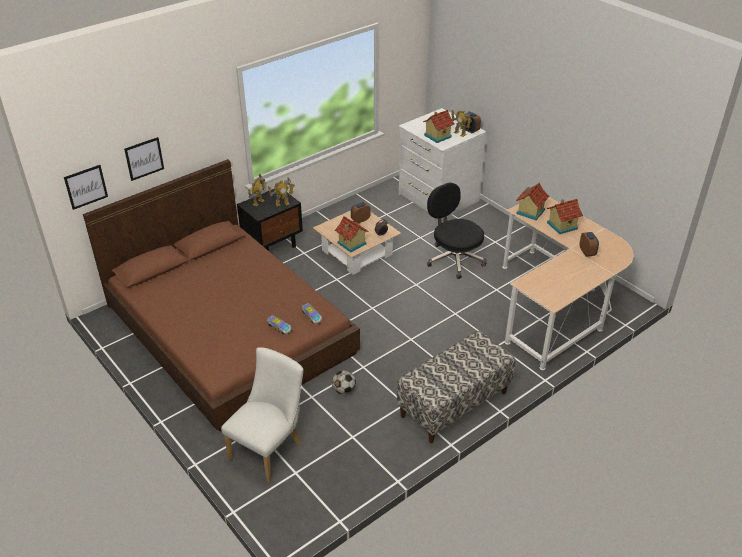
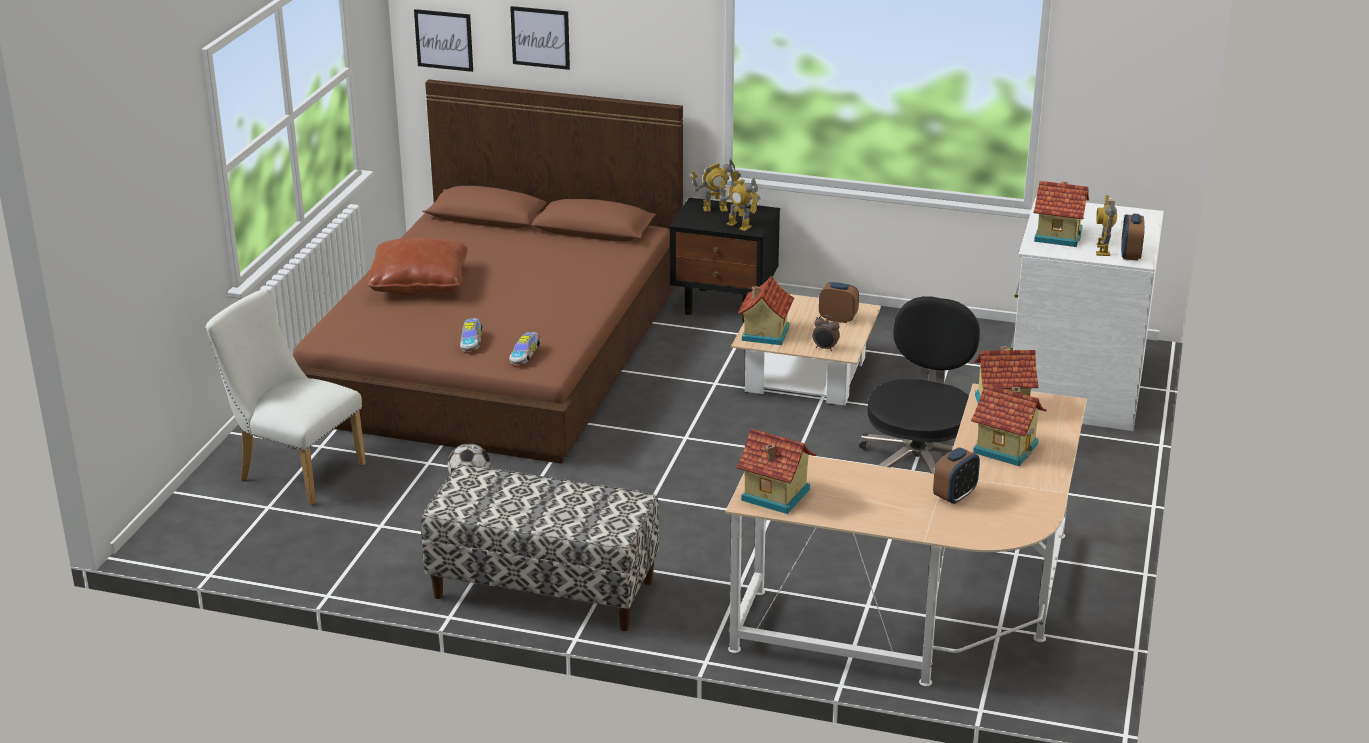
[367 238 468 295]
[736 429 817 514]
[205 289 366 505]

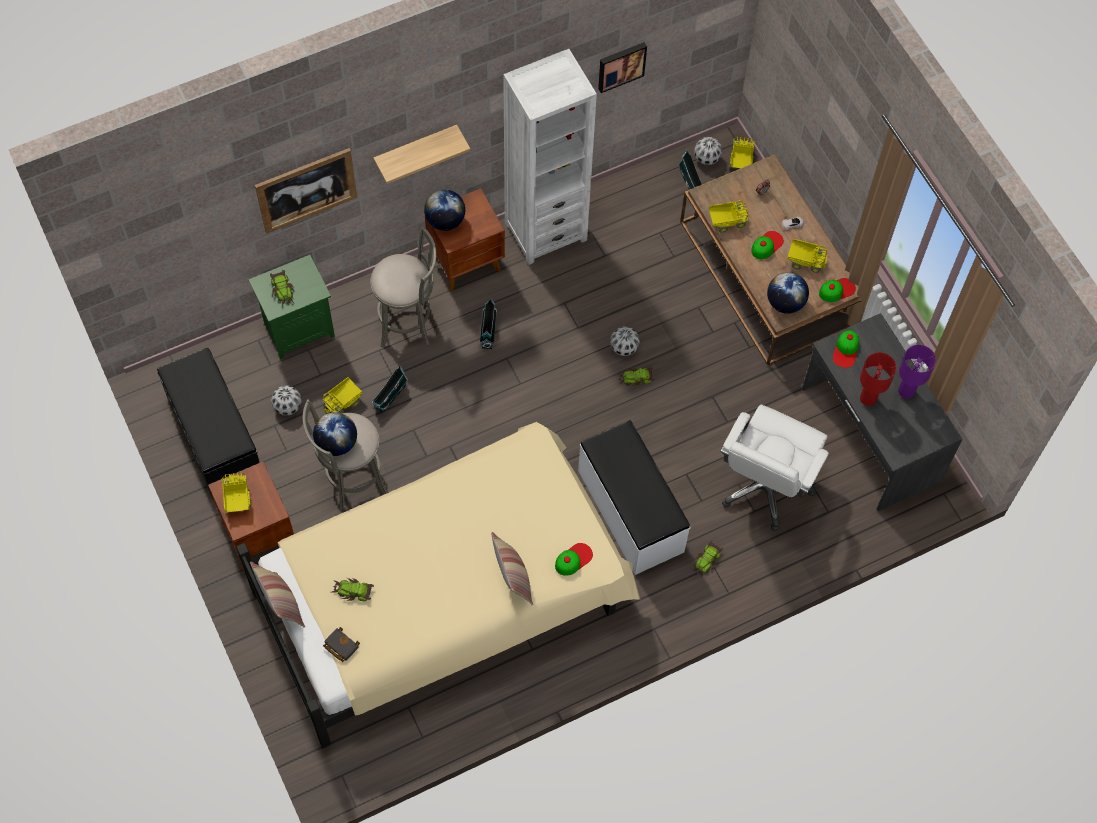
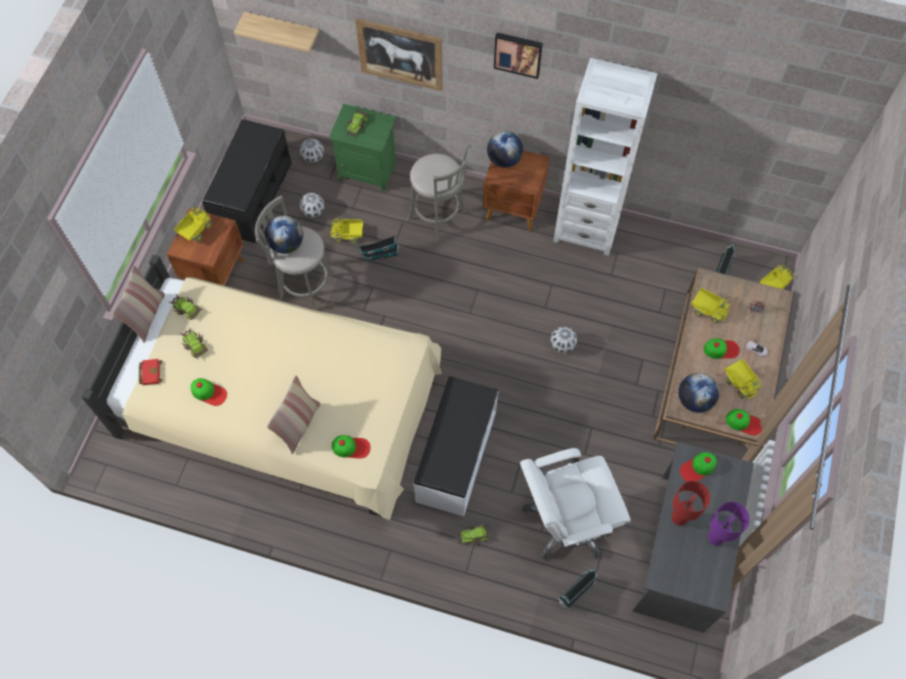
[191 378 227 406]
[234 12 319 52]
[558 570 597 609]
[494 32 543 79]
[169 294 202 320]
[300 138 324 163]
[139 359 162 385]

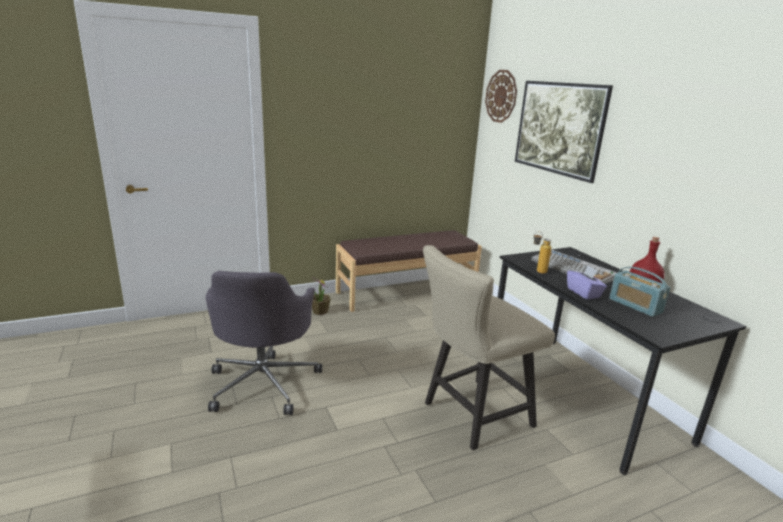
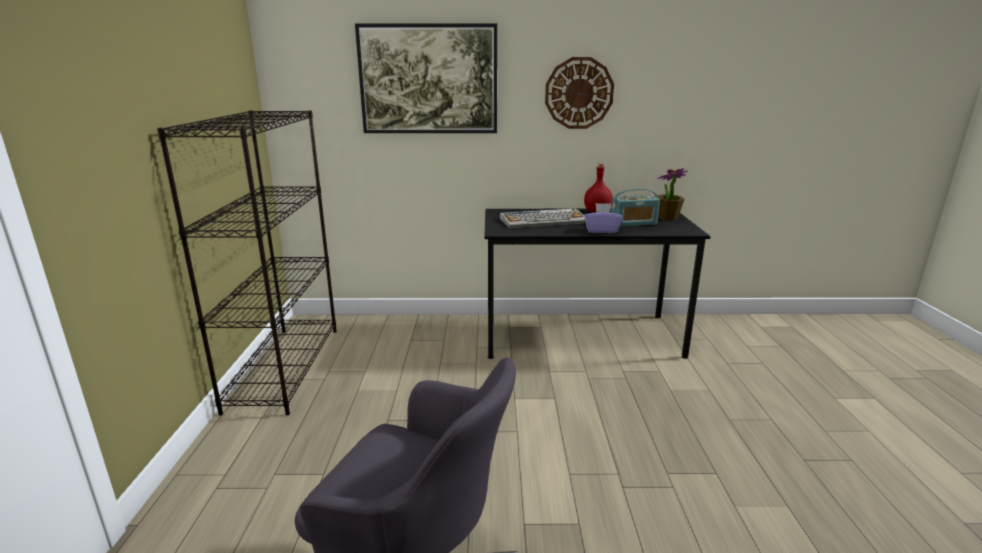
[423 245 555 450] (first image)
[533 232 551 274] (first image)
[657 168 688 220]
[545 57 614 129]
[157 110 337 415]

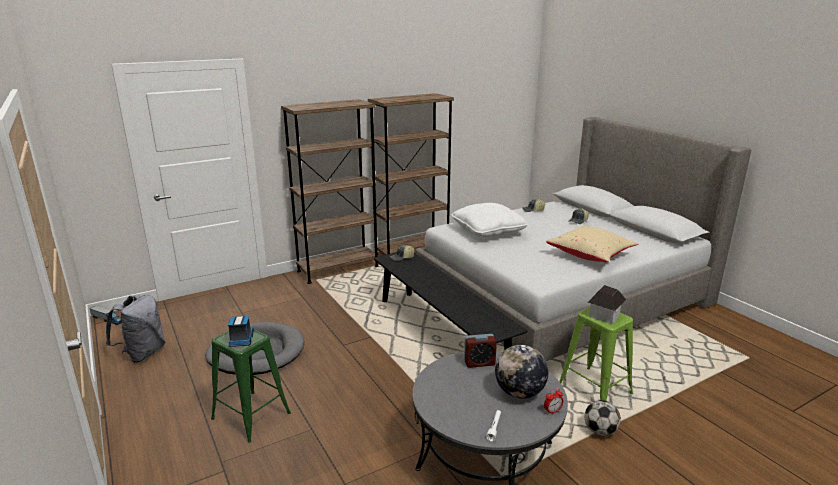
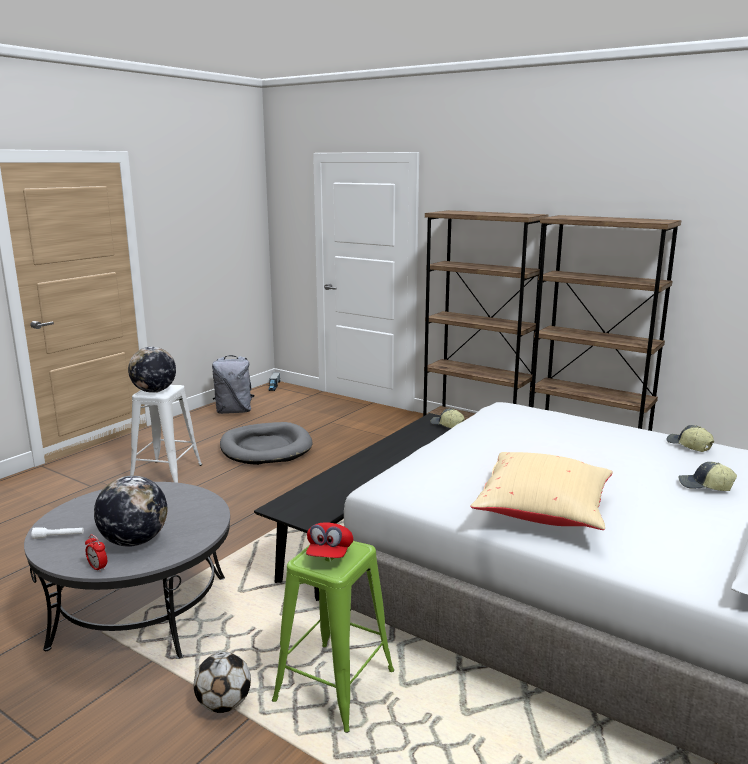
[451 203 528 237] (first image)
[464 334 497 368] (first image)
[128 347 176 393]
[306 522 353 558]
[130 385 202 483]

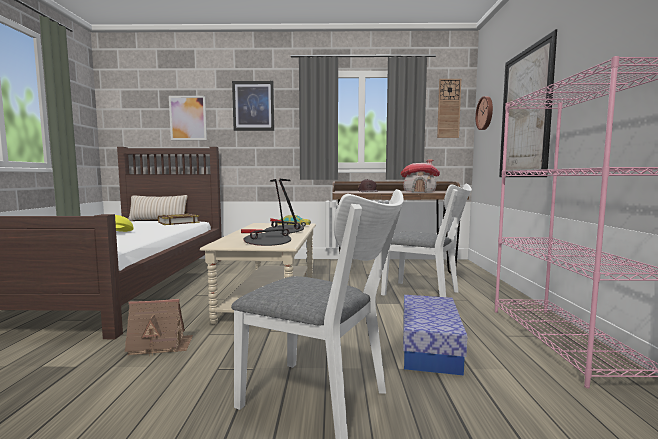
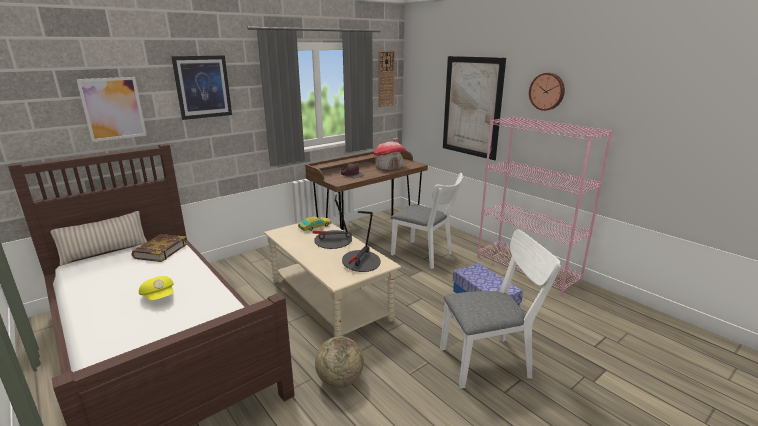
[529 73 565 111]
[315 336 364 388]
[391 173 463 269]

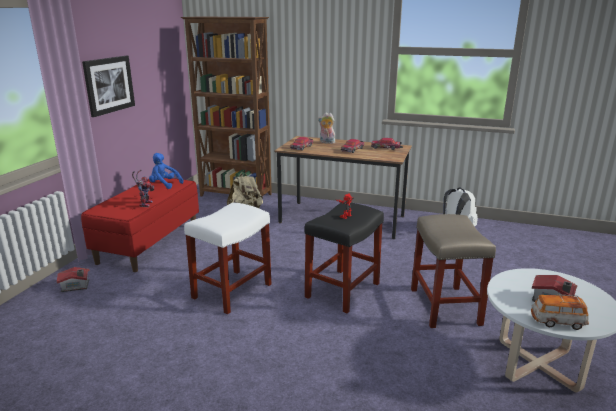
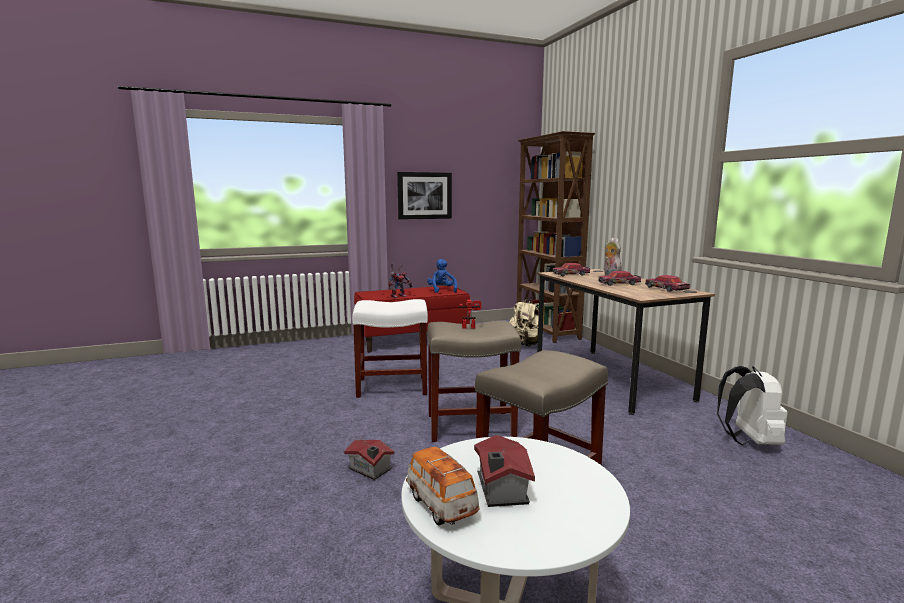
[344 440 395 480]
[427 320 521 442]

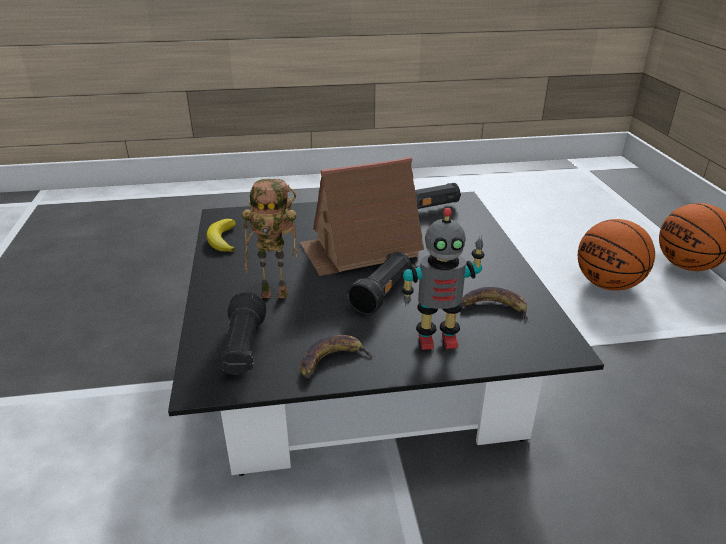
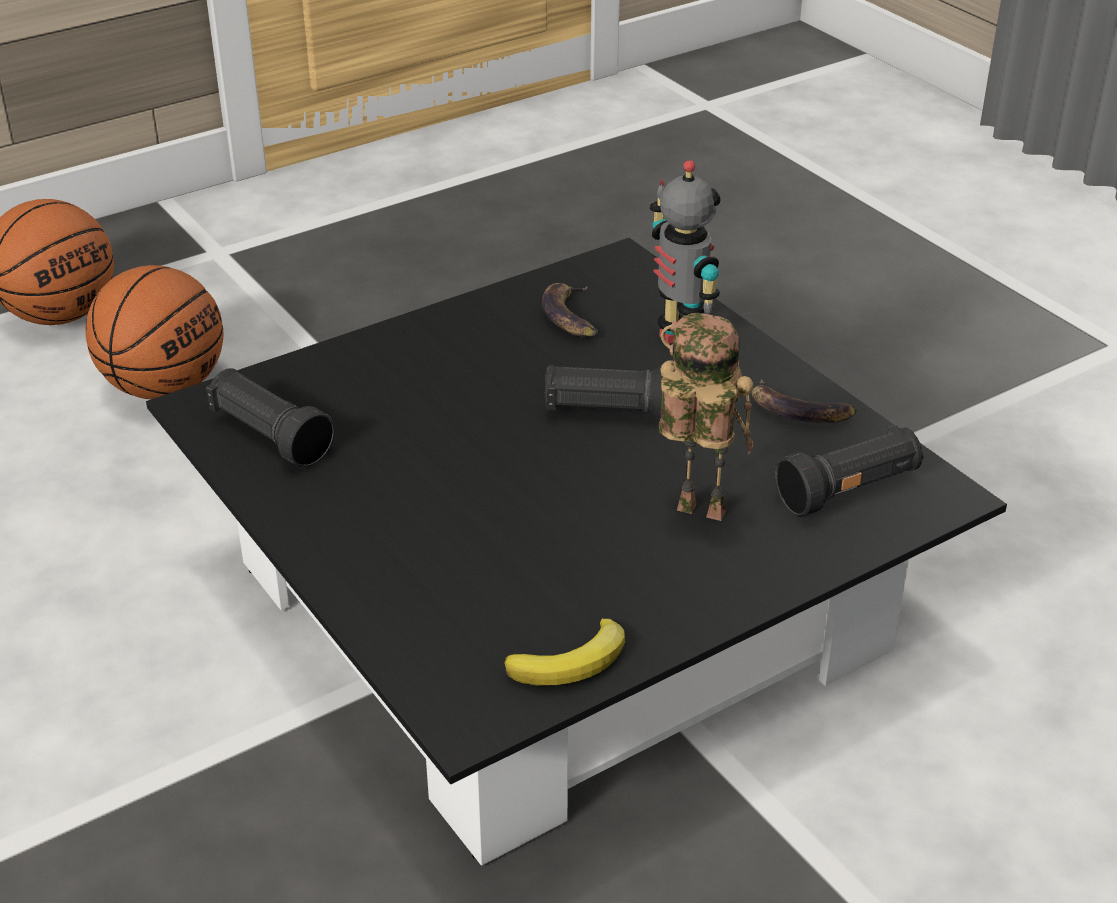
[300 157 424 276] (first image)
[659 313 754 521]

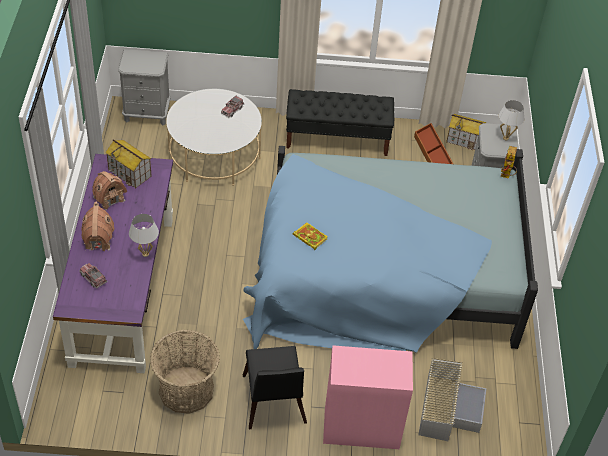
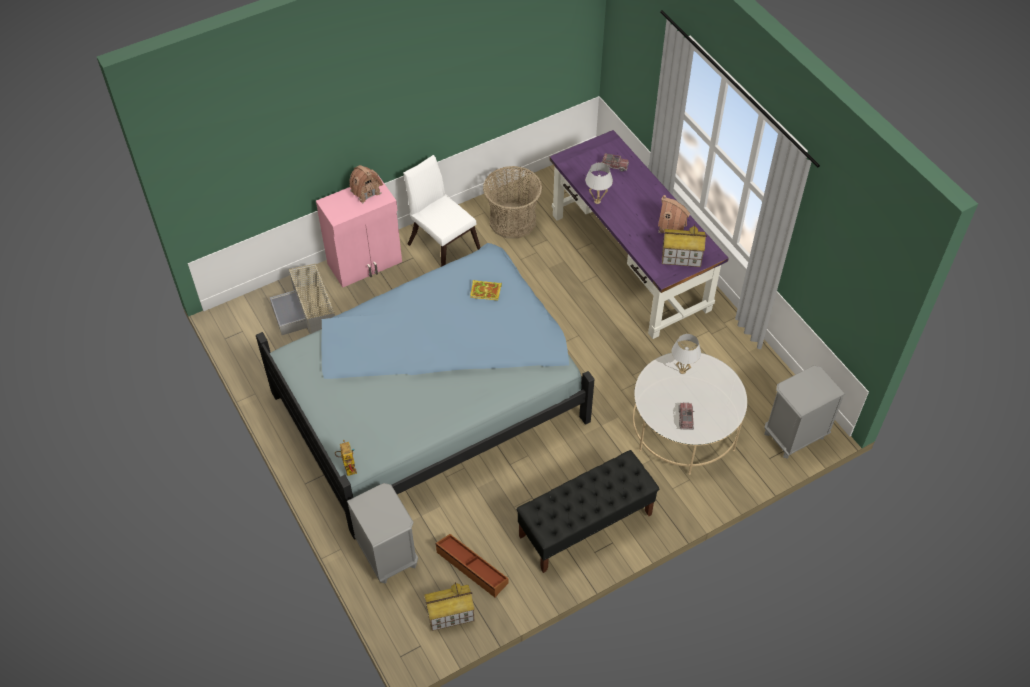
[349 165 383 204]
[672 334 701 374]
[403 155 481 267]

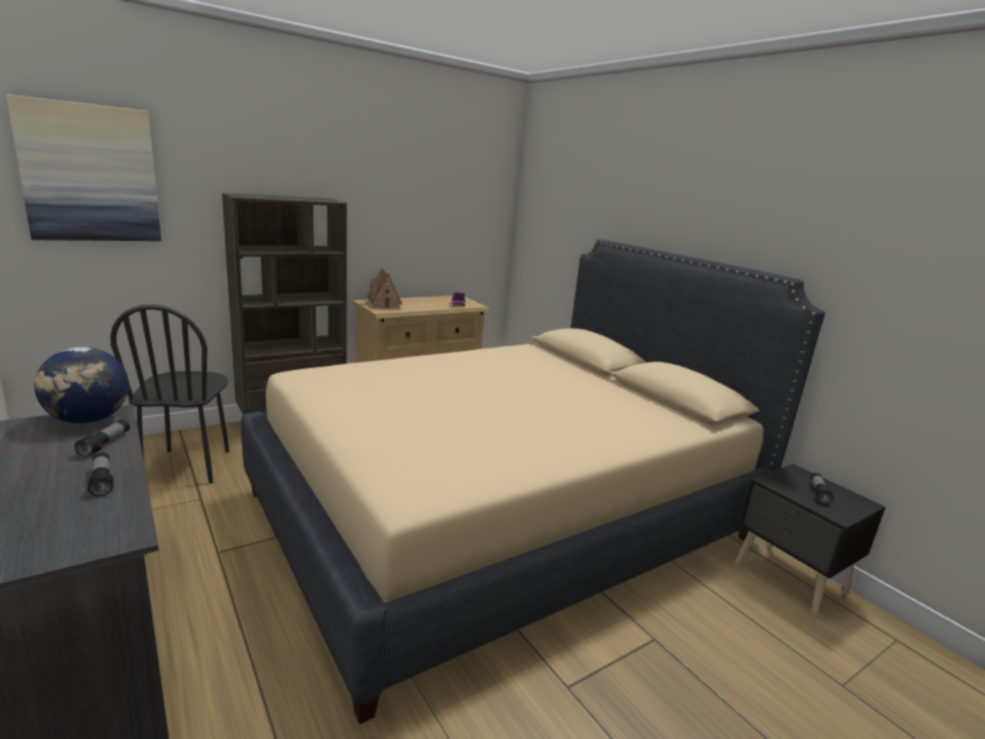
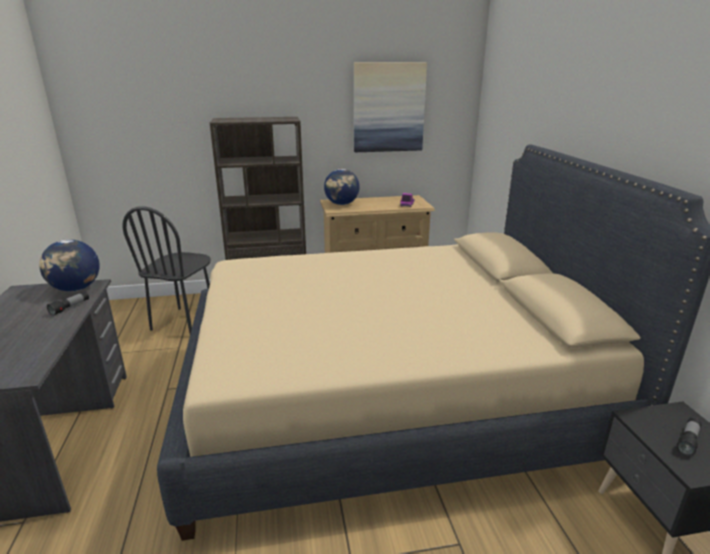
[88 452 114 497] (first image)
[354 62 427 152]
[324 169 360 205]

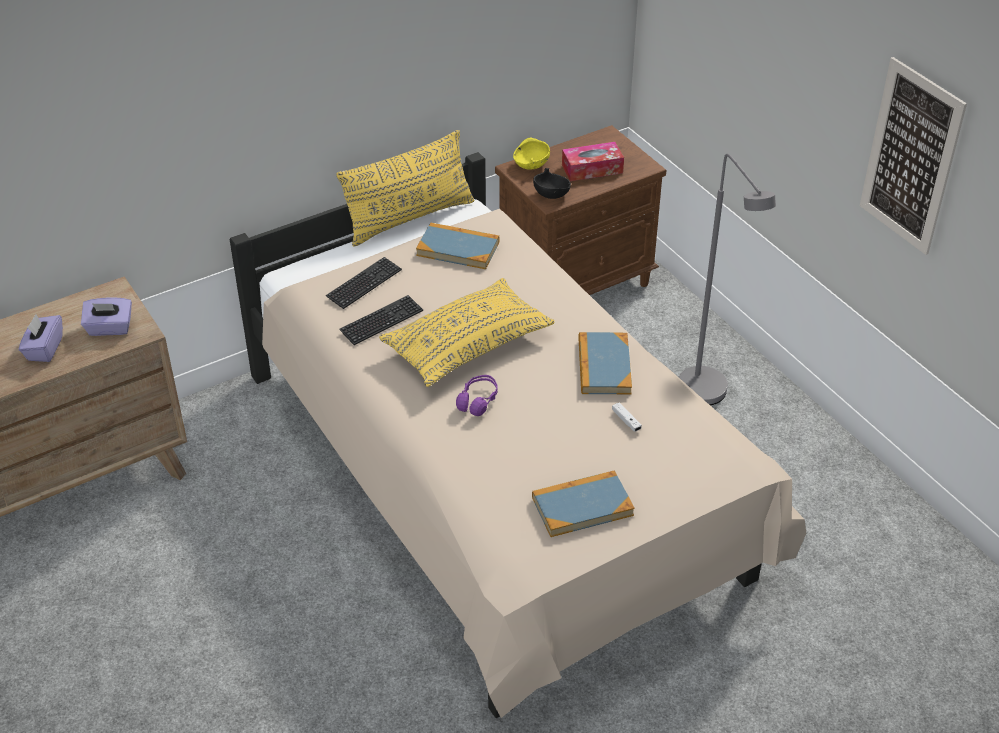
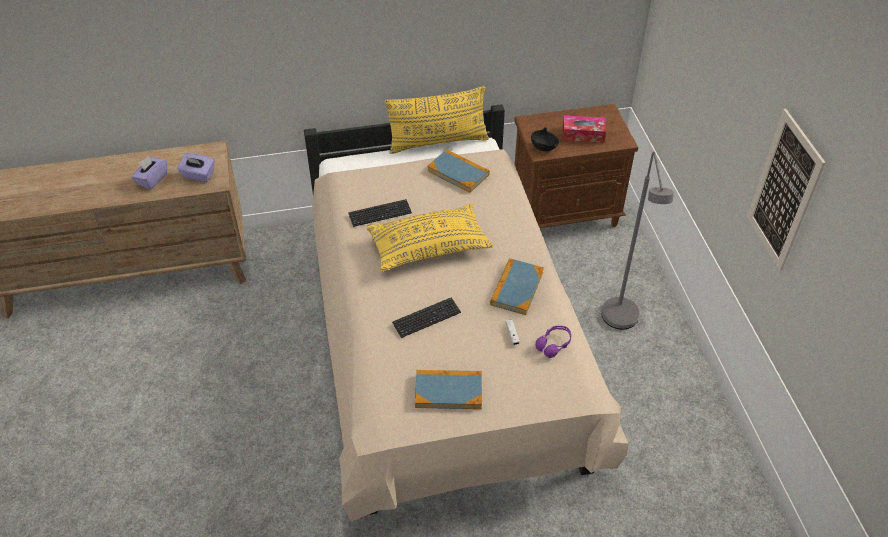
[513 138 550 170] (first image)
[392 297 461 338]
[535 326 571 358]

